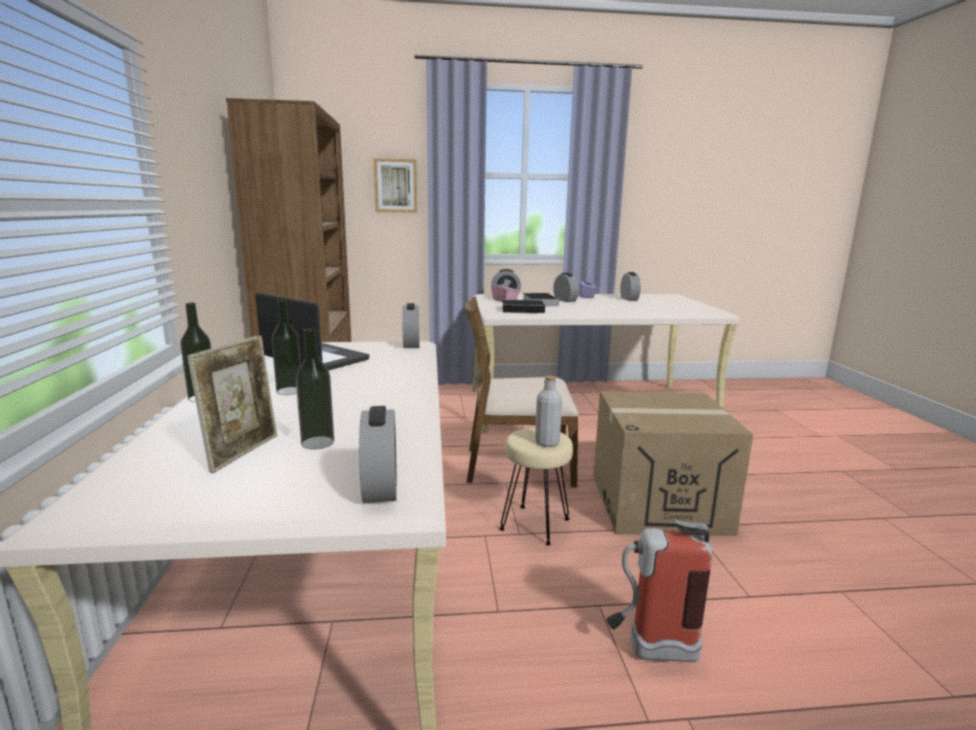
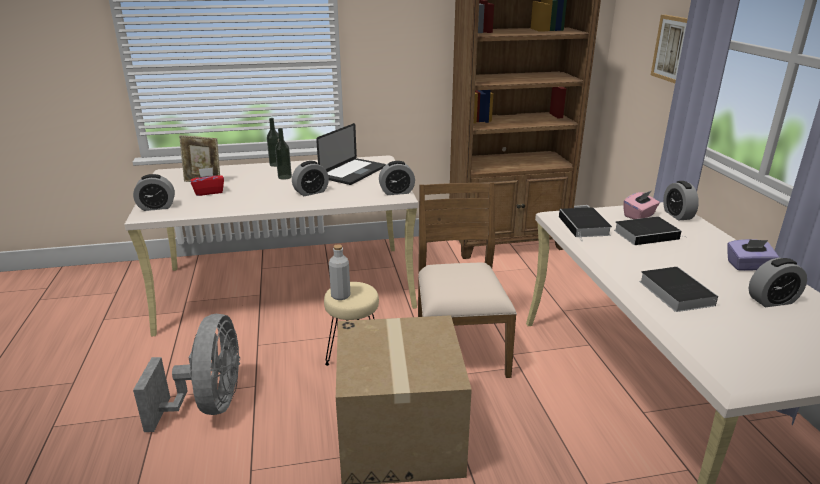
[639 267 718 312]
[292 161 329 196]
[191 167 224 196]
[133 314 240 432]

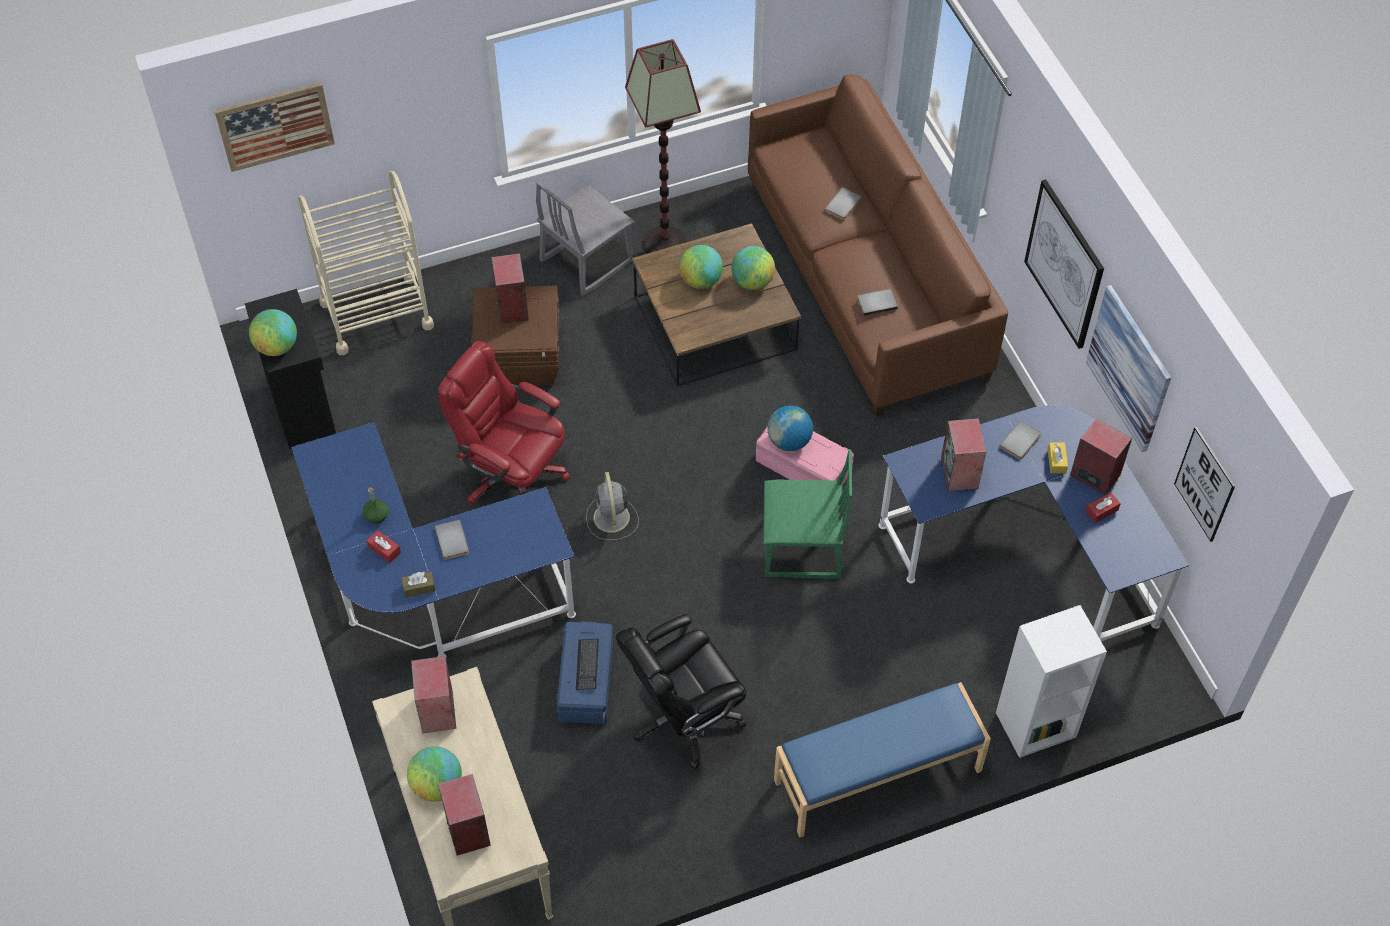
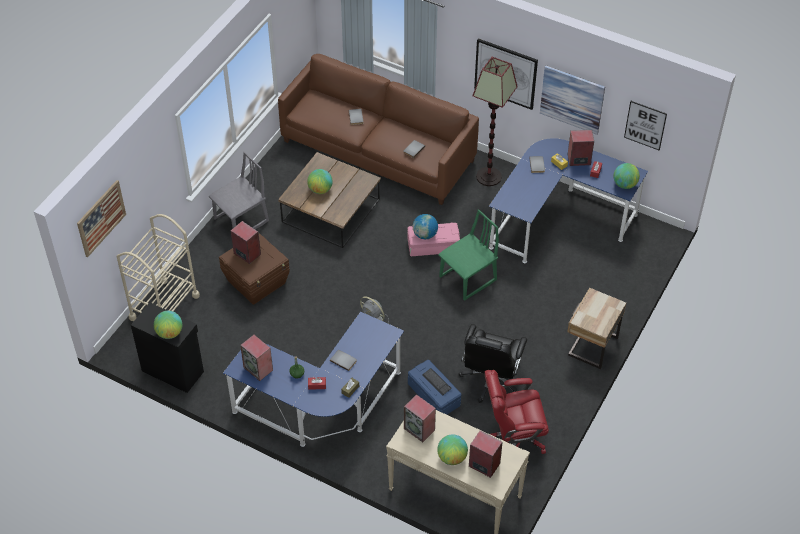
[996 605 1107 758] (first image)
[485 370 549 454]
[472 57 518 186]
[613 163 640 189]
[240 335 273 381]
[567 288 626 369]
[209 151 269 229]

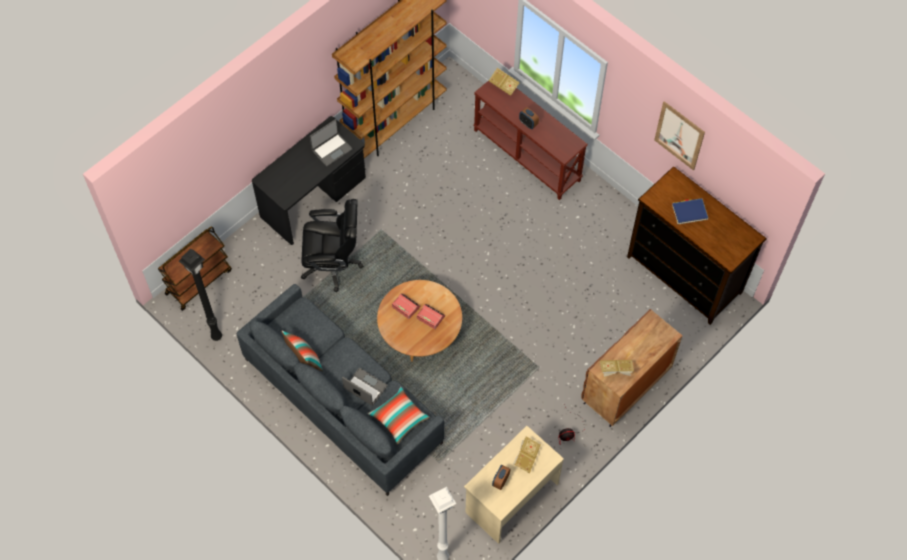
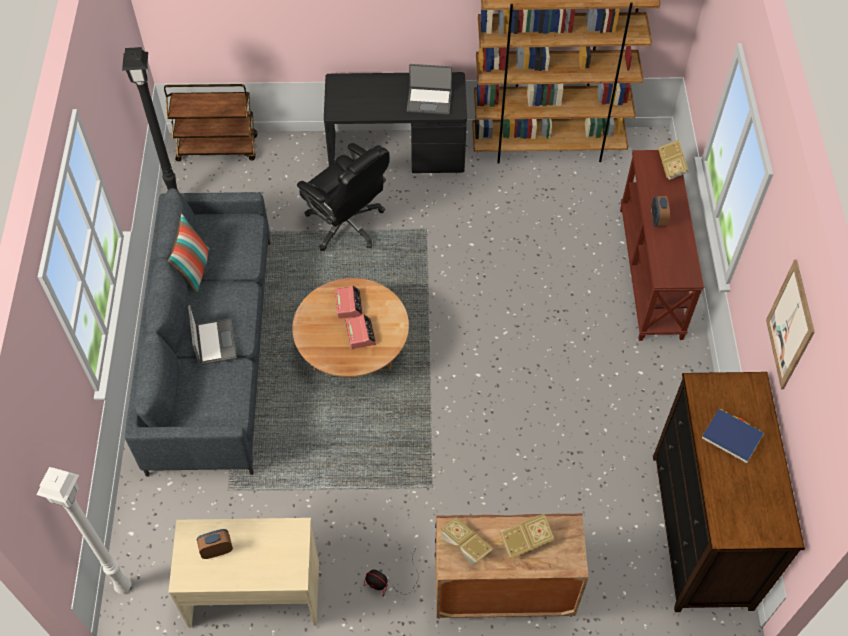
[368 387 430 445] (first image)
[499 514 555 559]

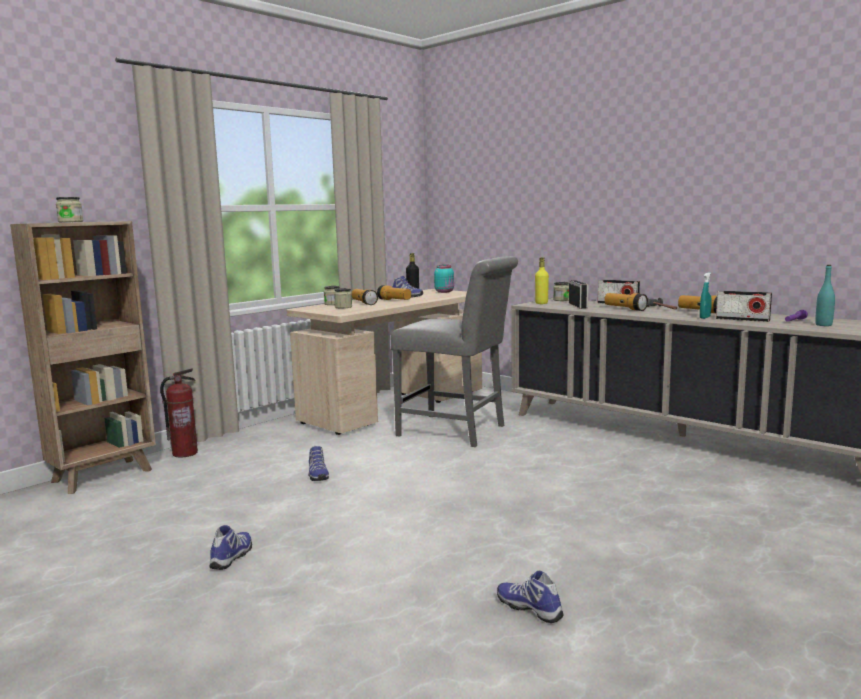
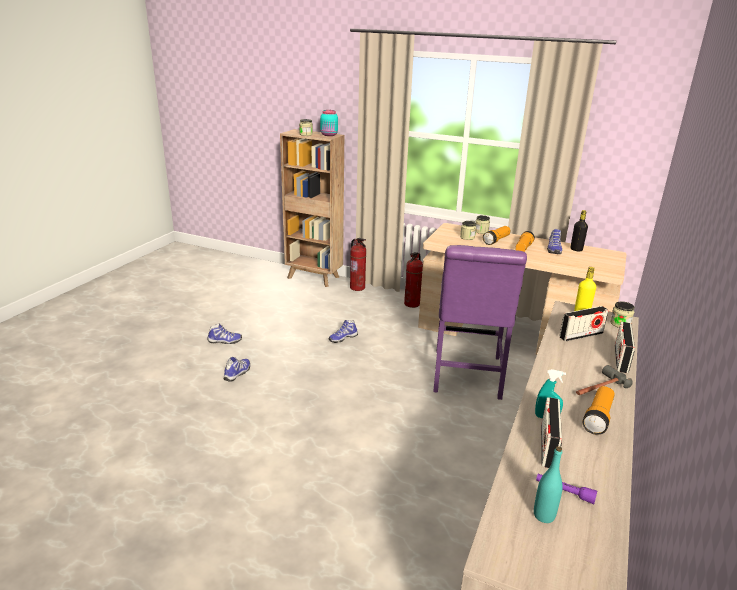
[604 293 648 311] (first image)
[404 252 423 308]
[320 110 338 136]
[224 357 250 382]
[433 245 527 400]

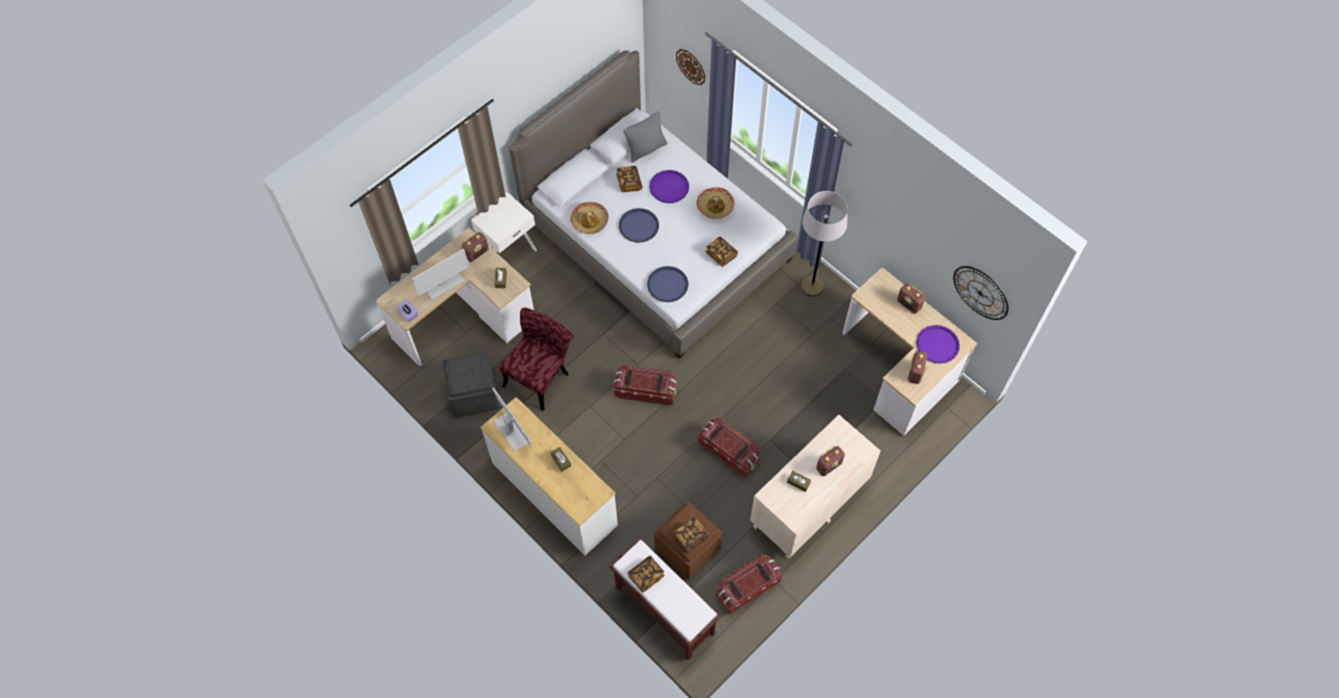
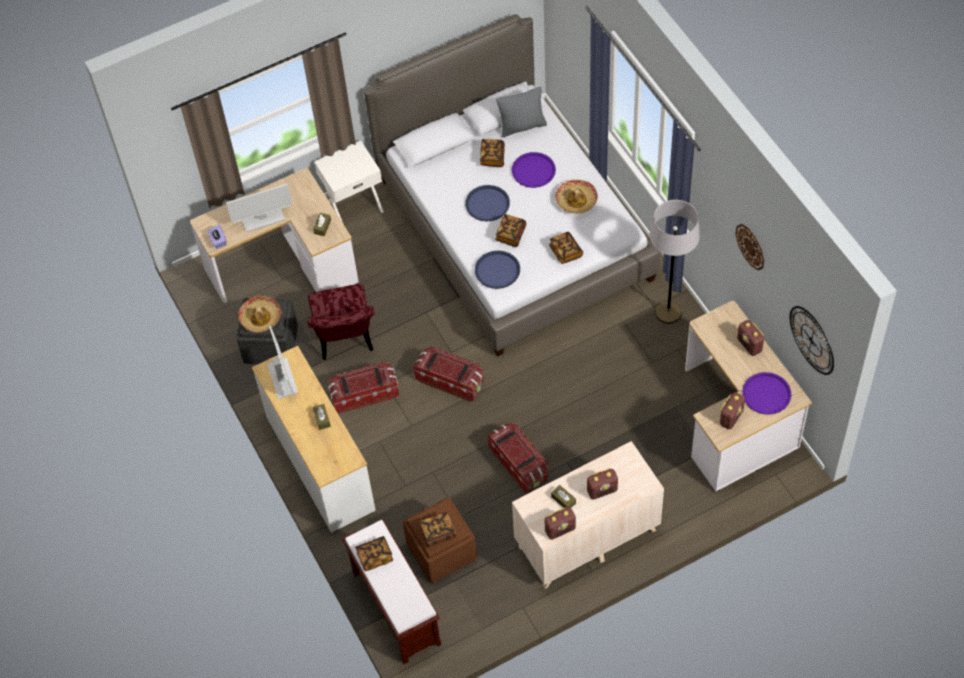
[495 214 526 247]
[545 507 576 540]
[239 296 281 332]
[735 224 764 270]
[328 362 399 413]
[308 284 374 360]

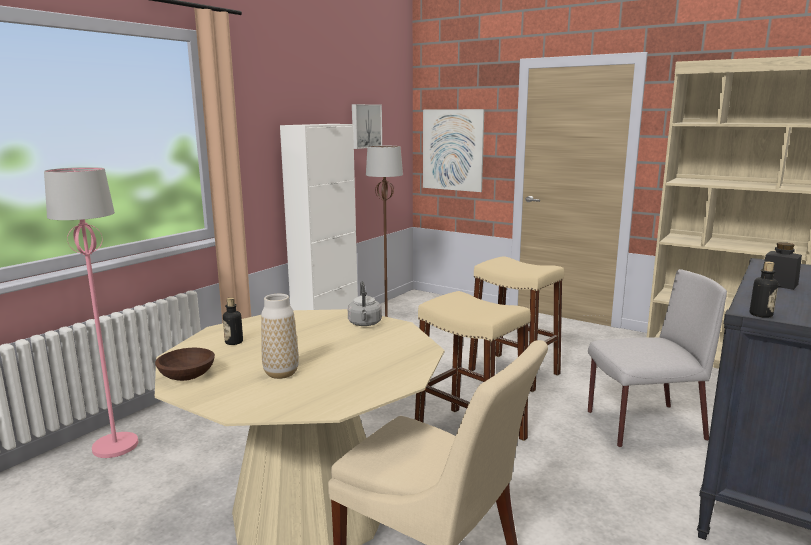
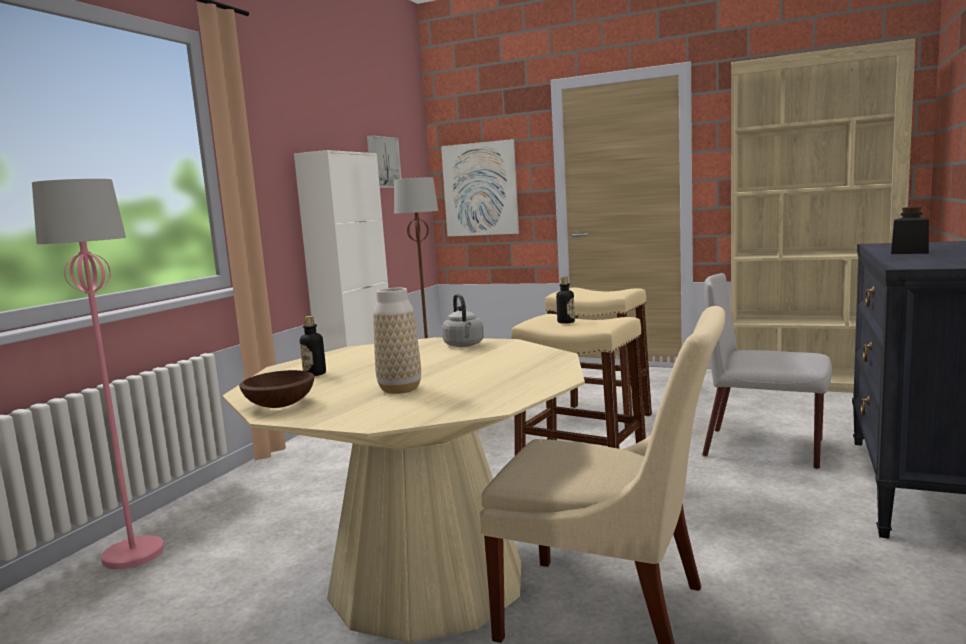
[556 277 575 323]
[702 273 832 469]

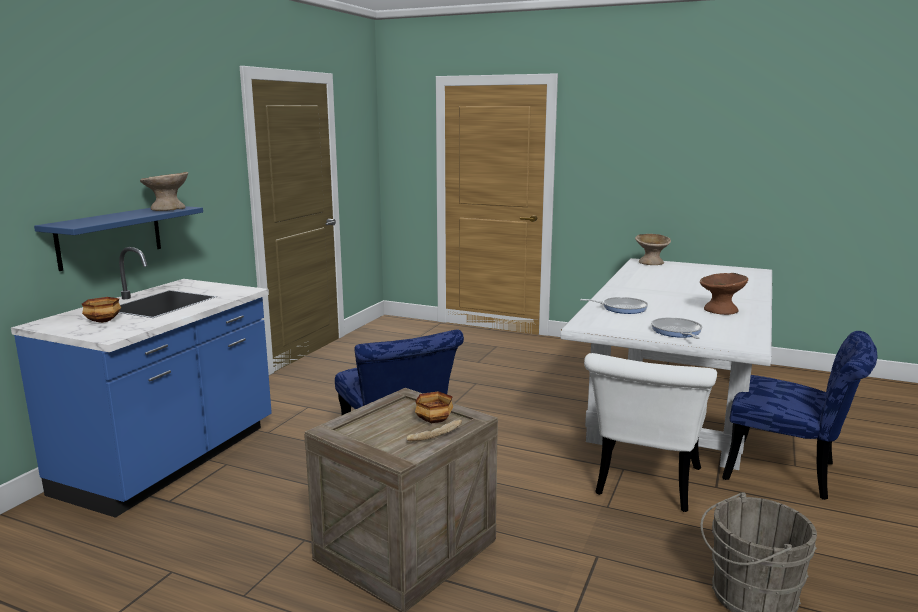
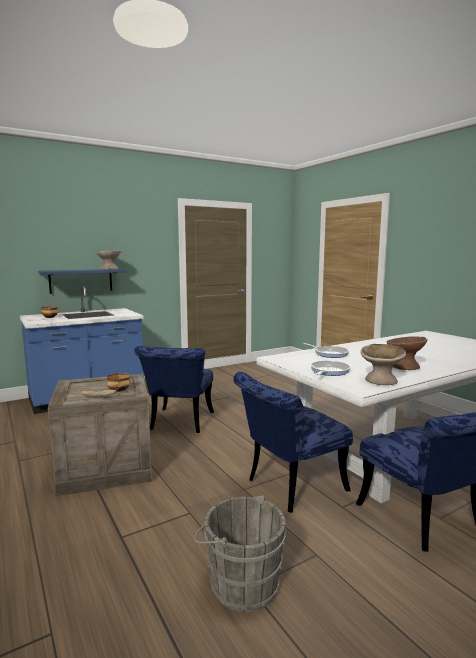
[360 344 406 385]
[233 372 353 513]

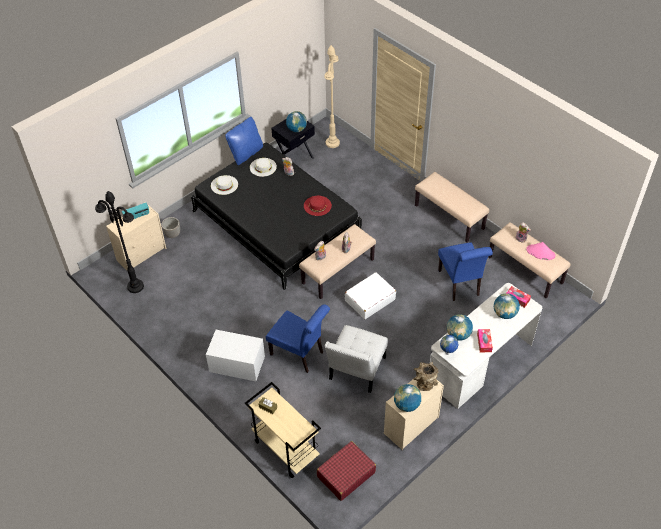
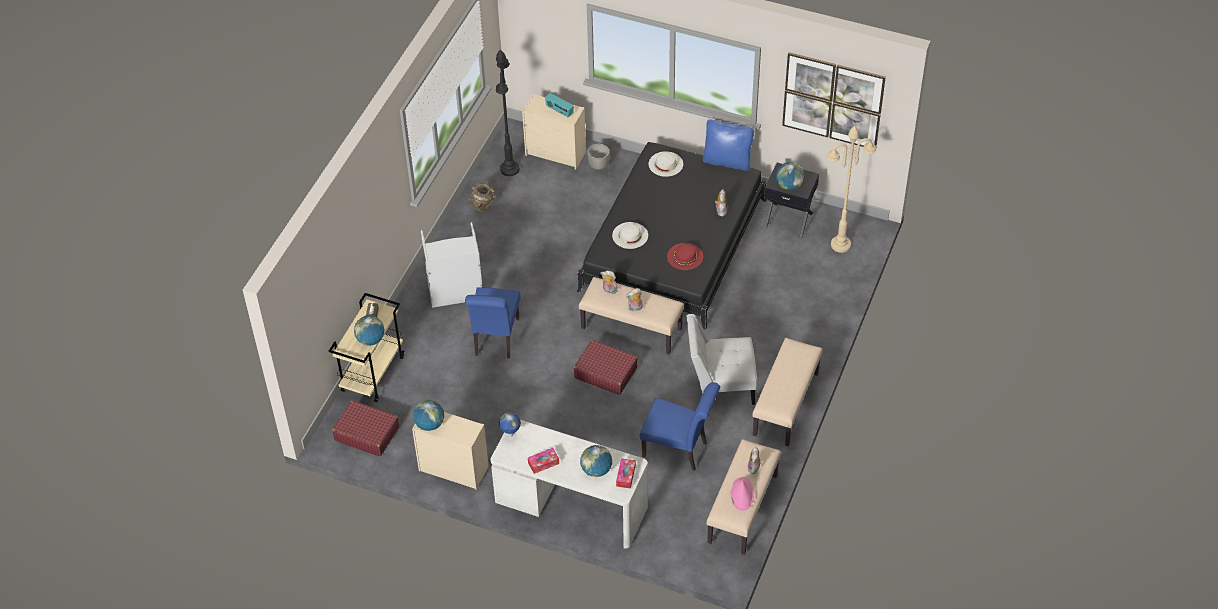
[782 52 886 147]
[612 222 648 249]
[687 314 757 405]
[469 181 497 212]
[354 315 384 346]
[421 222 482 308]
[574 340 638 395]
[640 382 720 471]

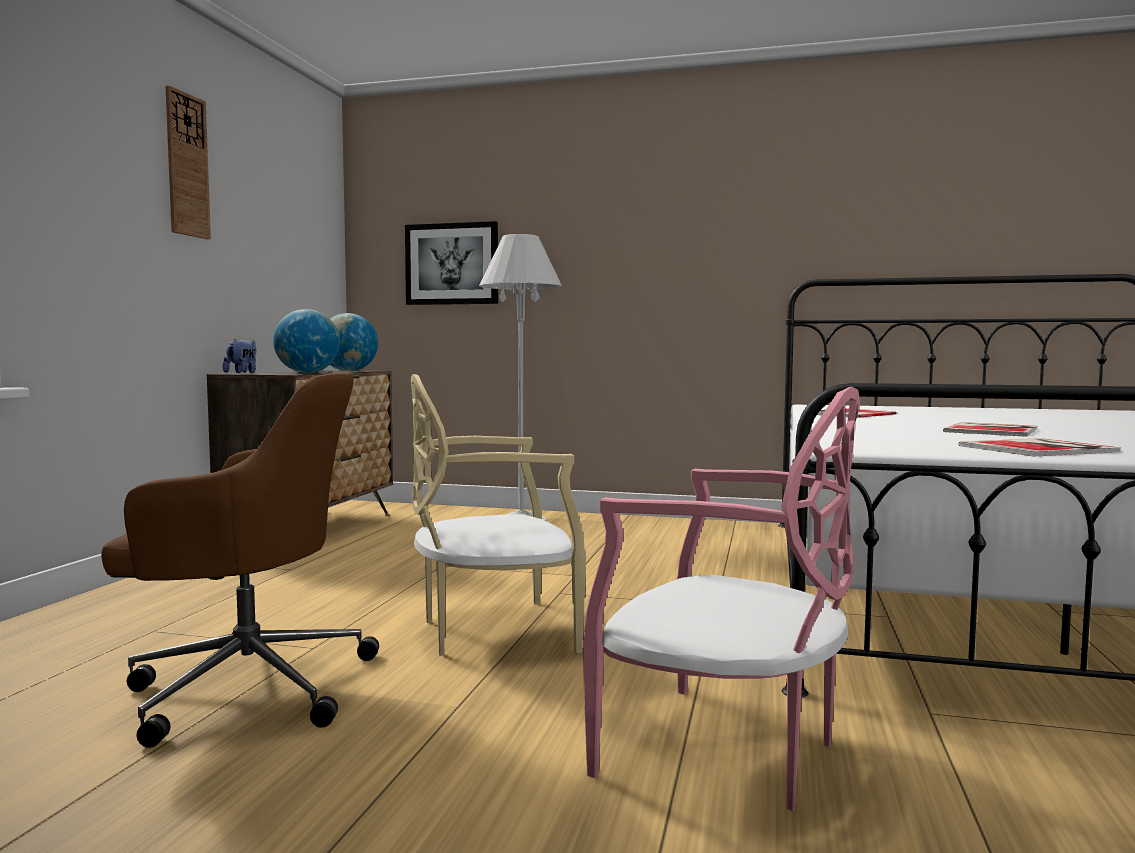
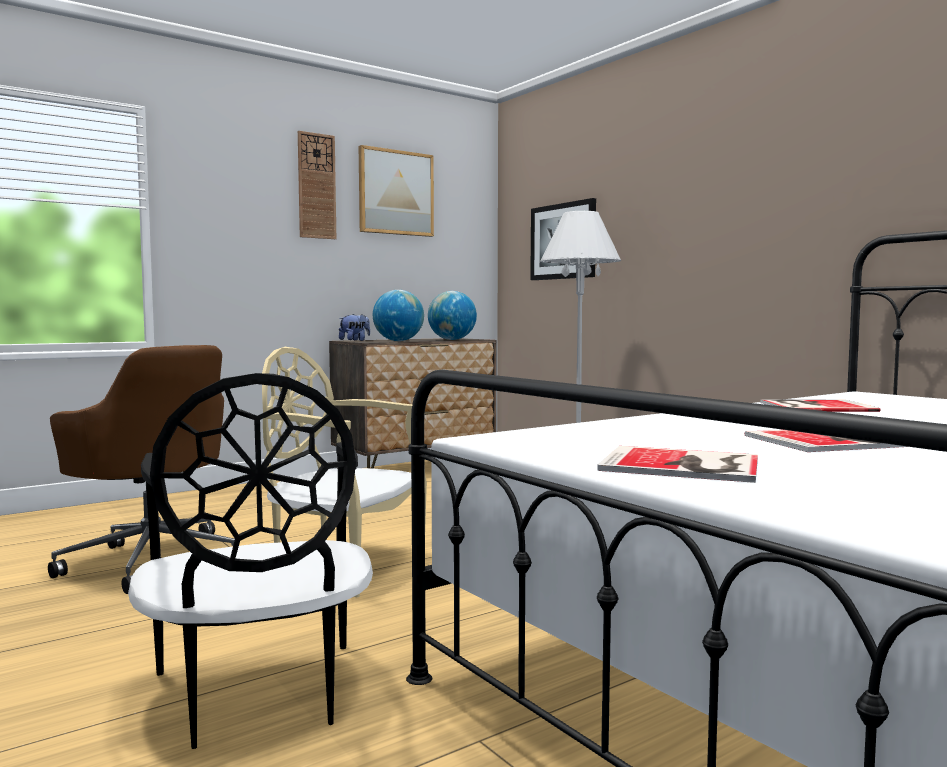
[359 145 434 237]
[128 373 373 749]

